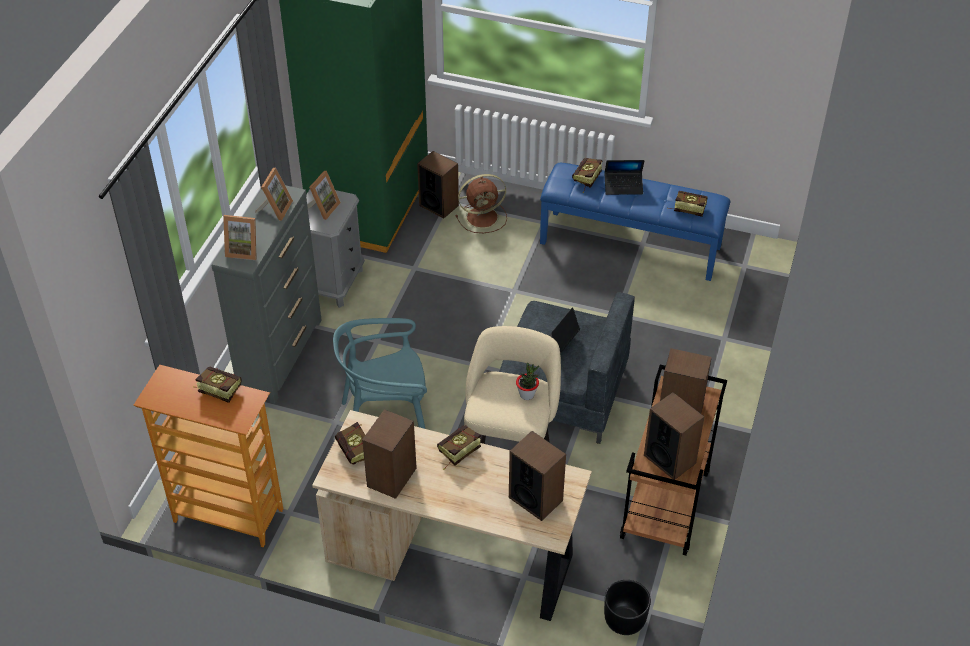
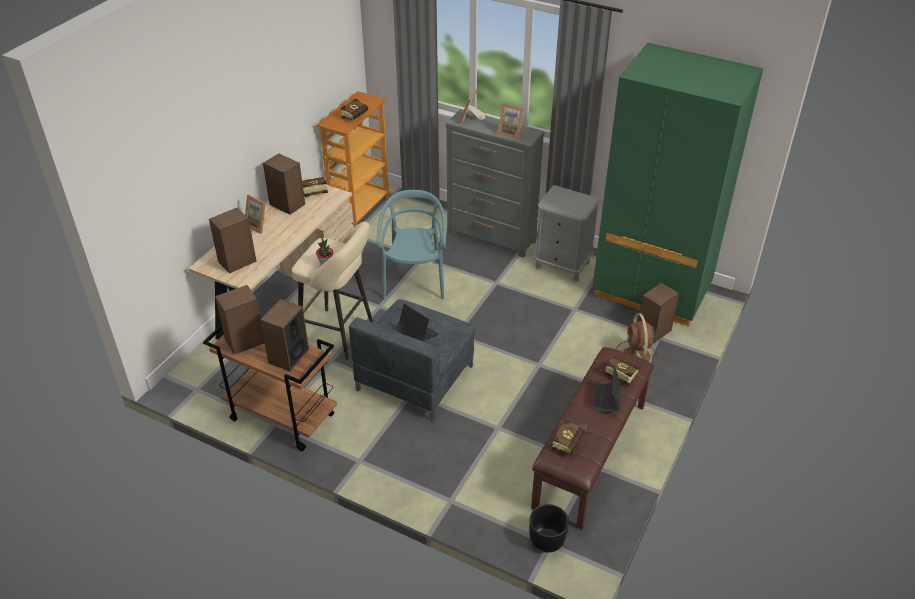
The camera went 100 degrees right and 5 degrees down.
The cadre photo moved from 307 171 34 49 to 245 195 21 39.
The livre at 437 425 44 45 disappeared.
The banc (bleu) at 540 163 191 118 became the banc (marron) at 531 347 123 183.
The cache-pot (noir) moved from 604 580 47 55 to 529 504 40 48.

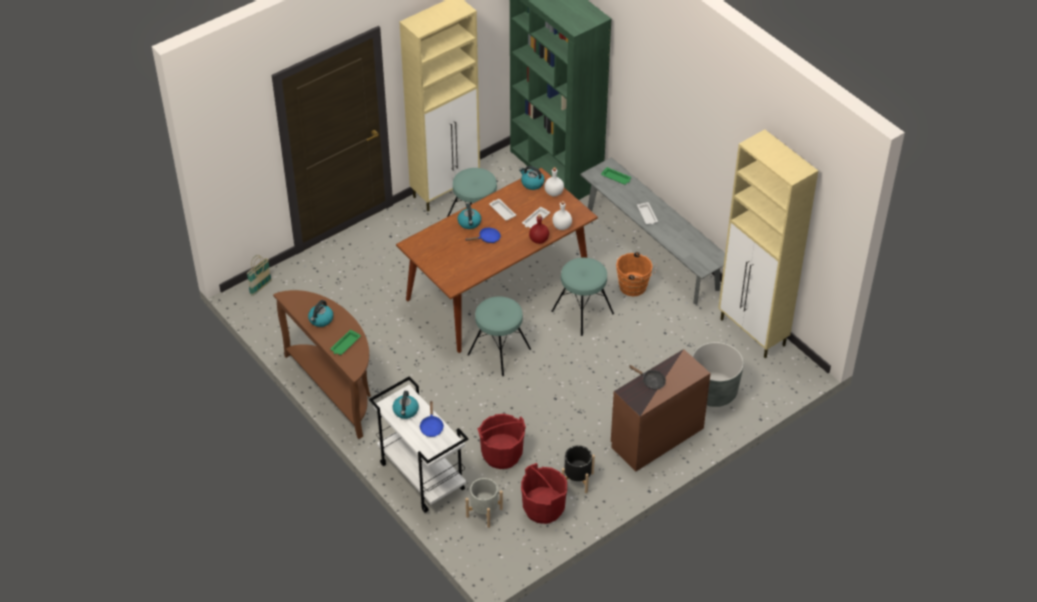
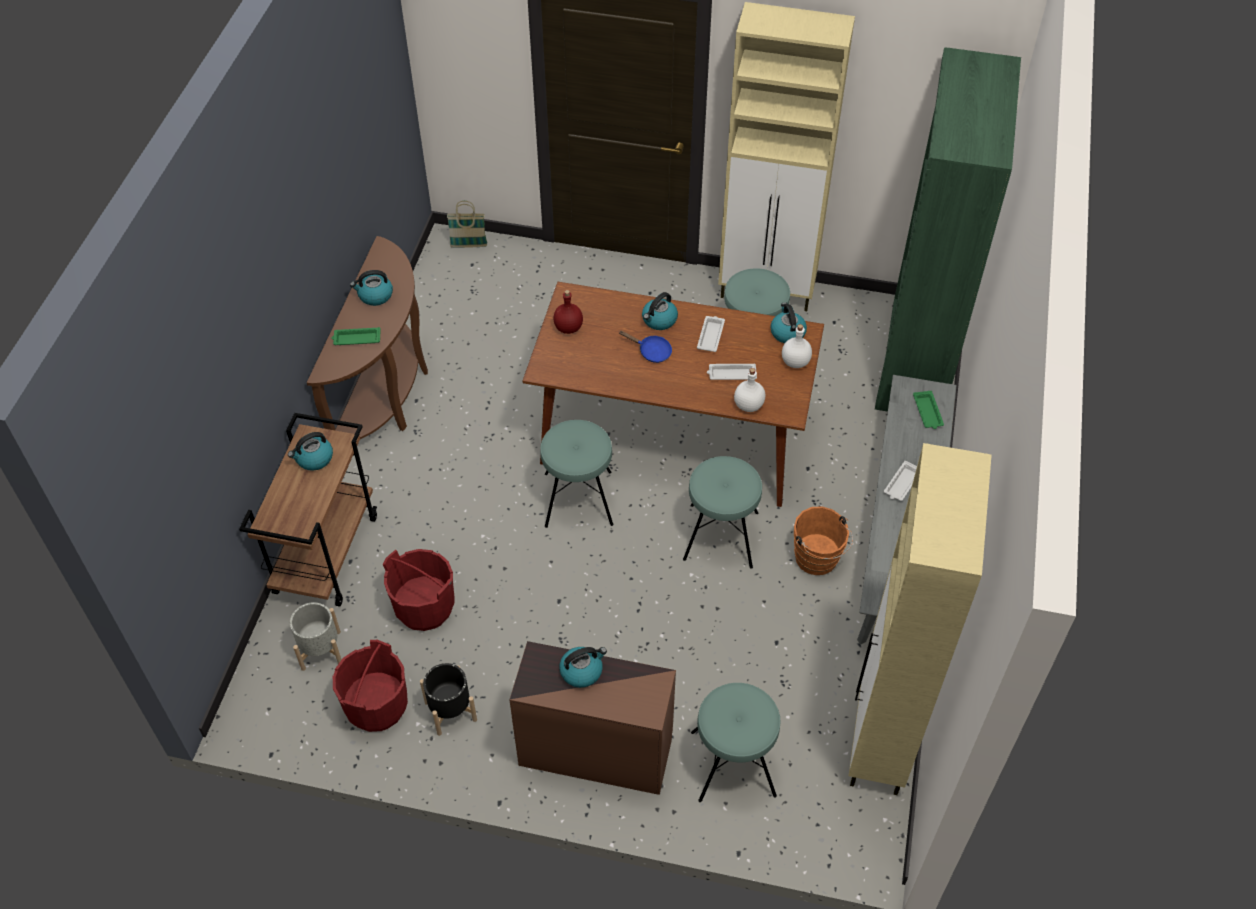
The camera went 50 degrees right and 5 degrees up.
The chariot (blanc) at 369 376 99 137 became the chariot (marron) at 239 413 138 194.
The poêle (bleu) at 419 401 25 36 disappeared.
The bouteille (rouge) moved from 529 214 20 30 to 553 290 30 44.
The poêle (noir) at 629 365 37 25 was replaced by the bouilloire at 559 647 48 41.
The cache-pot (gris) at 692 342 52 65 was replaced by the tabouret (turquoise) at 691 683 90 119.

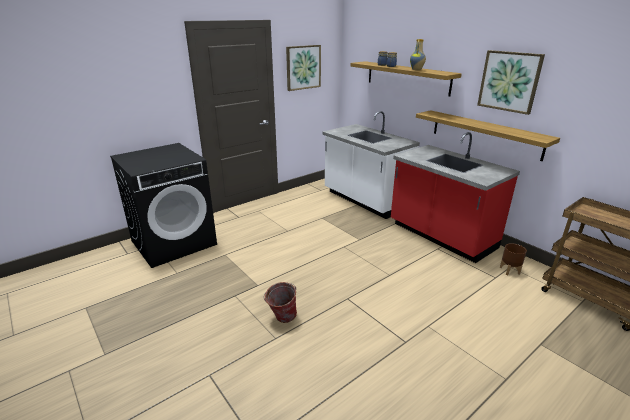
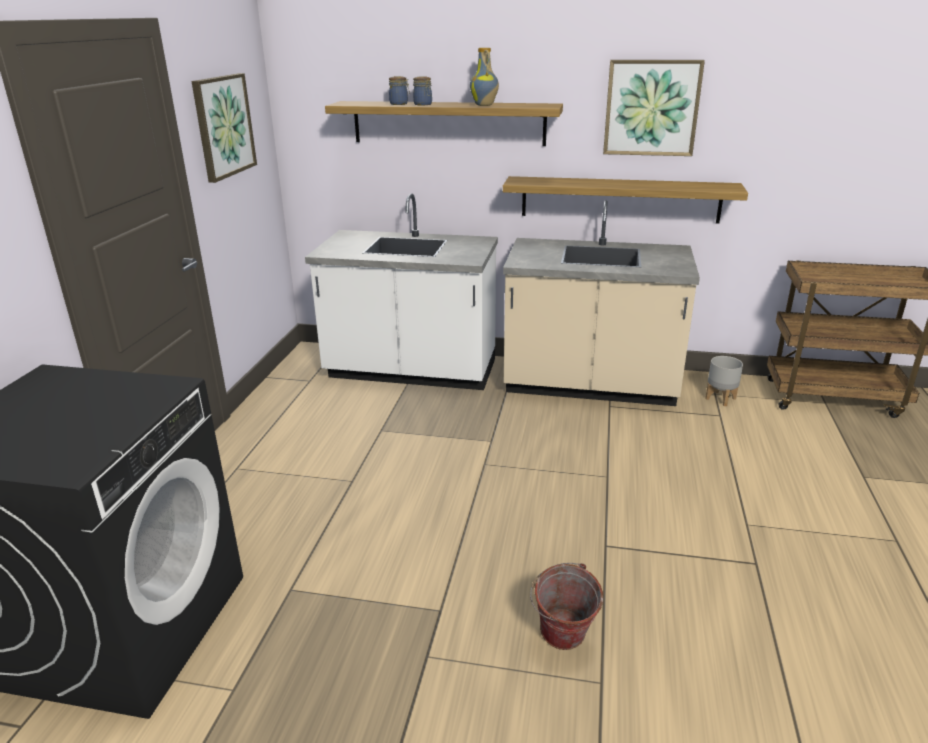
The camera went 40 degrees left and 0 degrees up.
The comptoir de cuisine (rouge) at 391 132 129 131 became the comptoir de cuisine (beige) at 503 200 197 206.
The cache-pot (marron) at 500 243 27 32 became the cache-pot (gris) at 705 356 38 50.

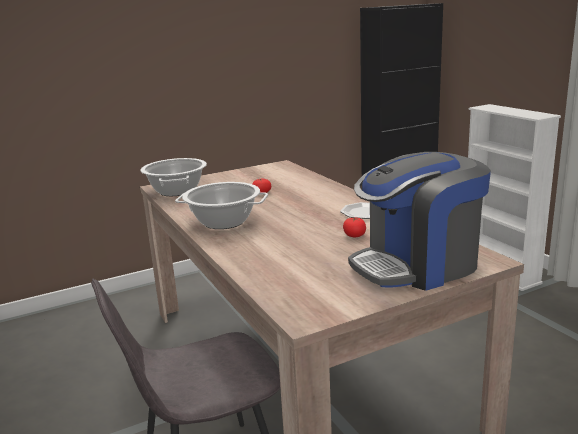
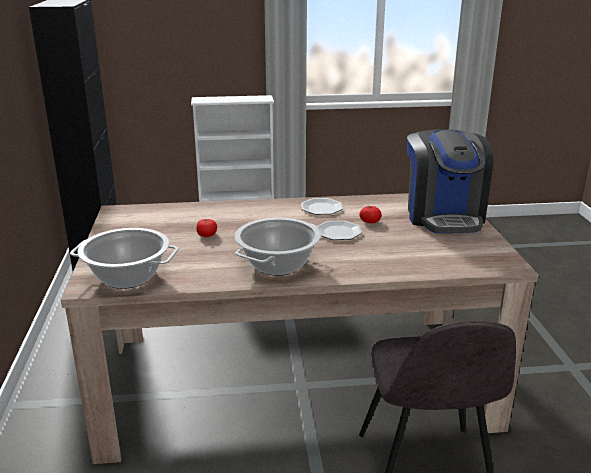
The camera went 70 degrees left and 5 degrees up.
The assiette at 317 220 45 20 appeared.

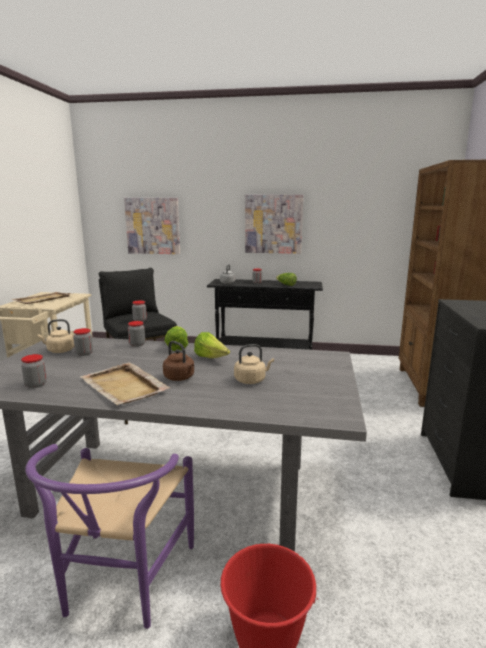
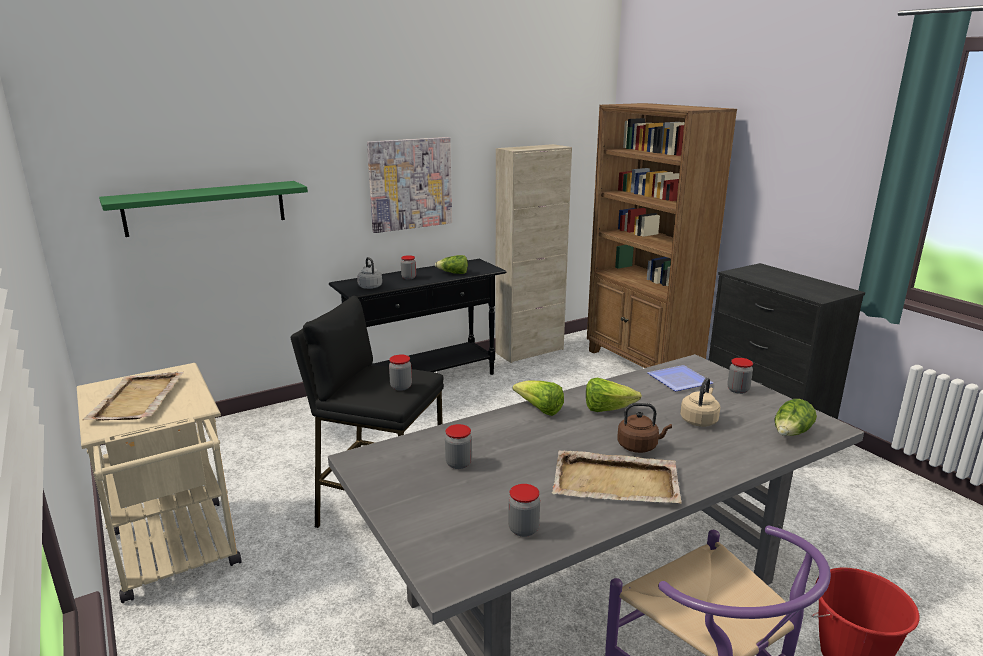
The camera went 40 degrees left and 5 degrees up.
The bouilloire (beige) at 38 319 36 34 disappeared.
The tableau at 124 198 56 56 was replaced by the étagère (vert) at 99 181 209 56.
The bocal moved from 128 321 17 26 to 727 358 26 36.
The meuble de rangement (beige) at 495 144 77 219 appeared.
The assiette at 647 365 66 26 appeared.
The laitue at 775 399 42 37 appeared.

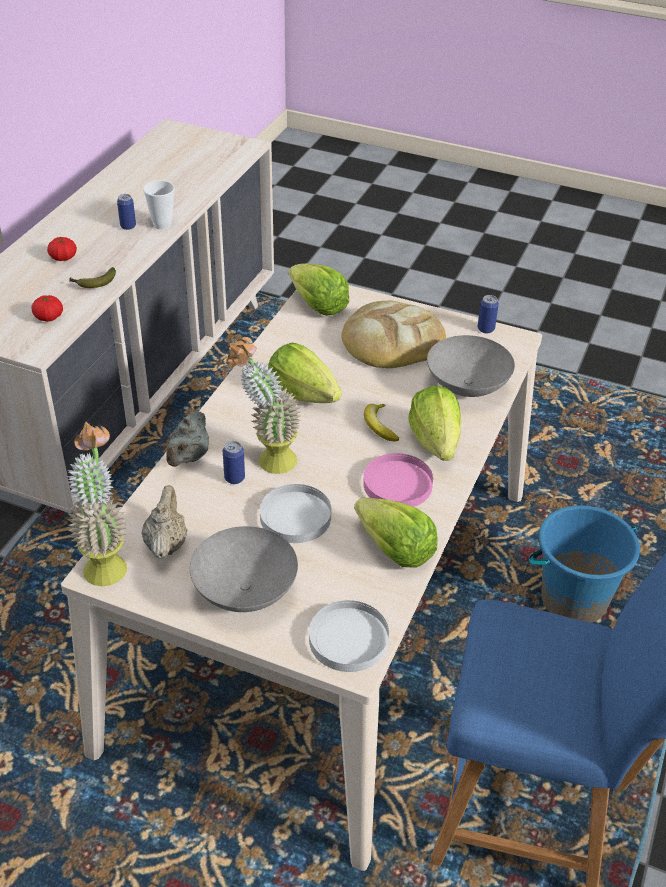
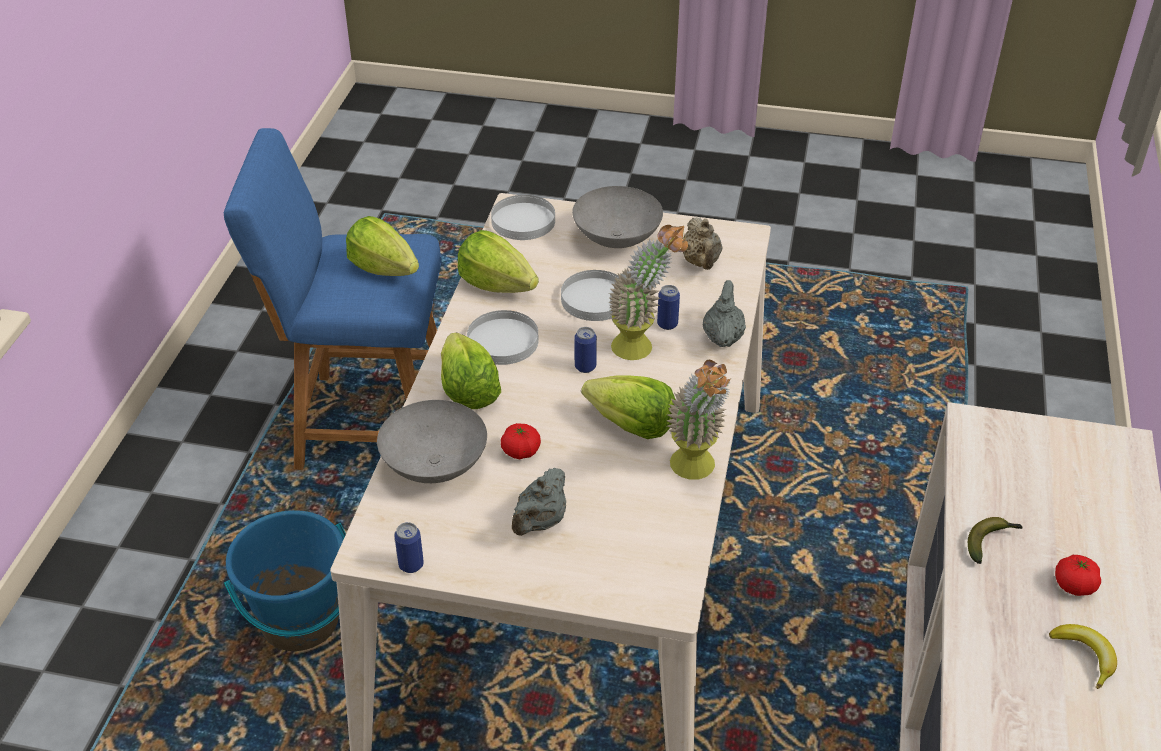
The camera went 170 degrees right and 0 degrees up.
The tomate moved from 31 295 32 27 to 501 423 40 36.
The plante en pot moved from 67 422 60 164 to 667 360 64 120.
The boîte métallique moved from 117 194 19 36 to 575 327 22 46.
The tasse at 143 181 32 49 disappeared.
The laitue moved from 289 263 60 53 to 346 216 73 60.
The pain at 342 301 104 67 was replaced by the théière (gris) at 512 468 54 68.
The assiette (rose) at 363 453 70 54 became the assiette (blanc) at 467 310 72 55.
The banane moved from 364 404 35 37 to 1049 624 68 65.

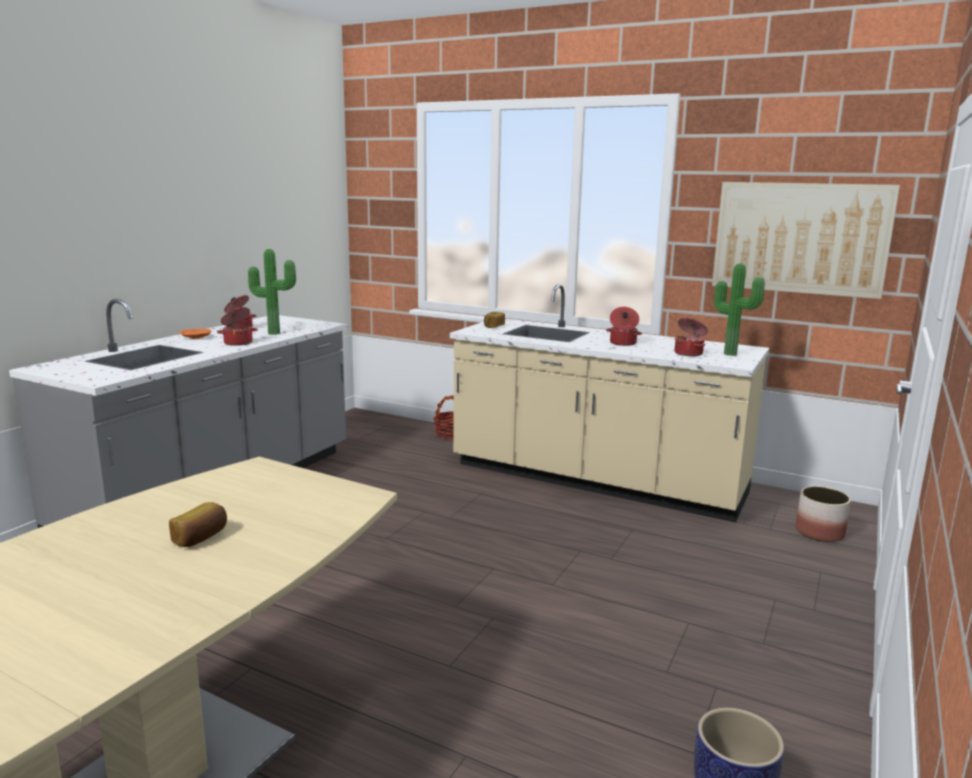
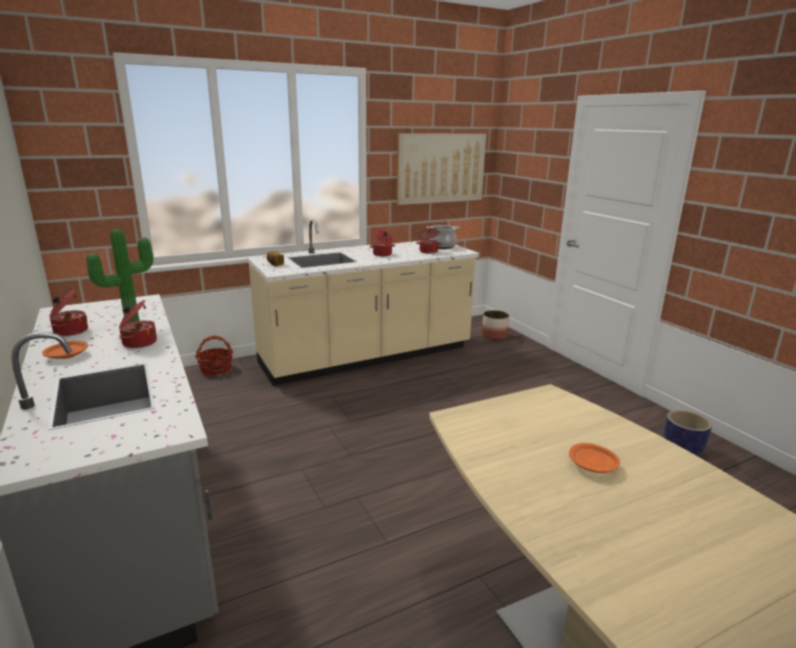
The camera went 55 degrees left and 5 degrees up.
The pain at 169 502 58 45 was replaced by the assiette (orange) at 569 443 51 30.
The plante en pot at 714 263 51 93 was replaced by the marmite at 427 225 32 24.

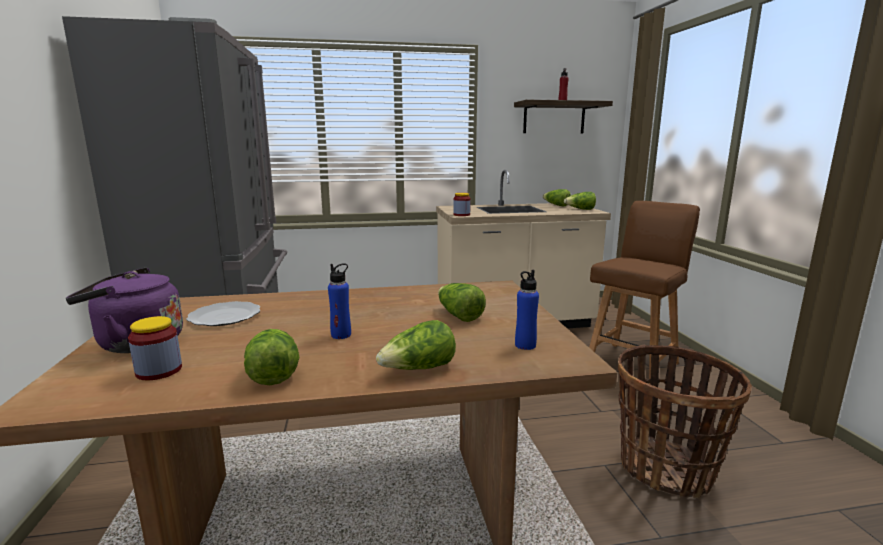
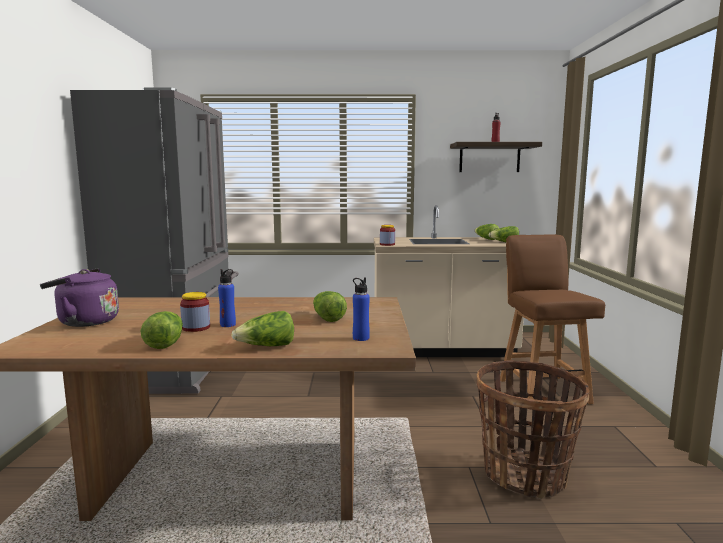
The camera went 10 degrees right and 5 degrees down.
The bocal moved from 128 316 54 64 to 180 292 30 40.
The assiette at 186 301 74 25 disappeared.
The chaise (marron) at 589 201 111 183 turned 60 degrees counterclockwise.

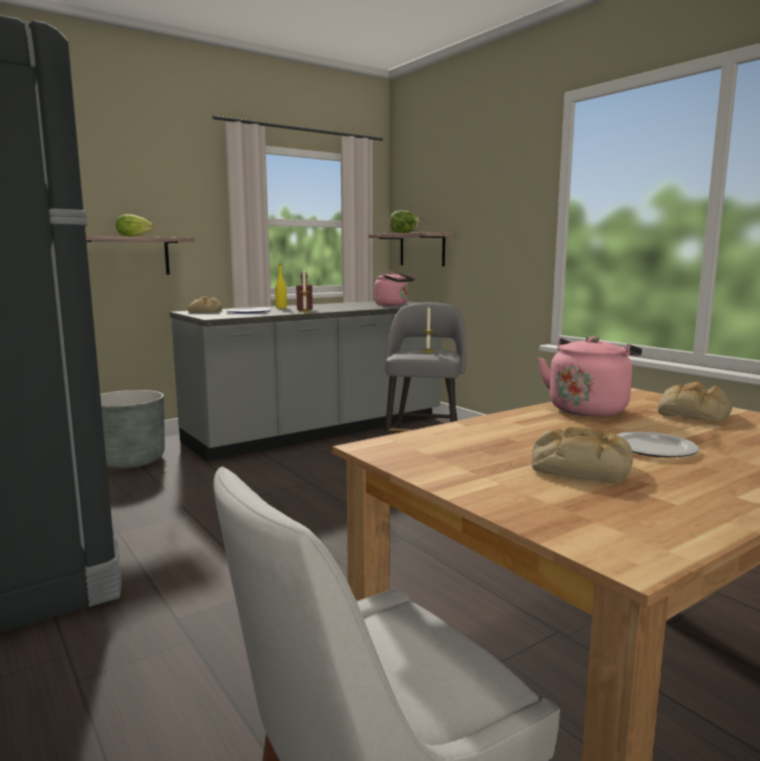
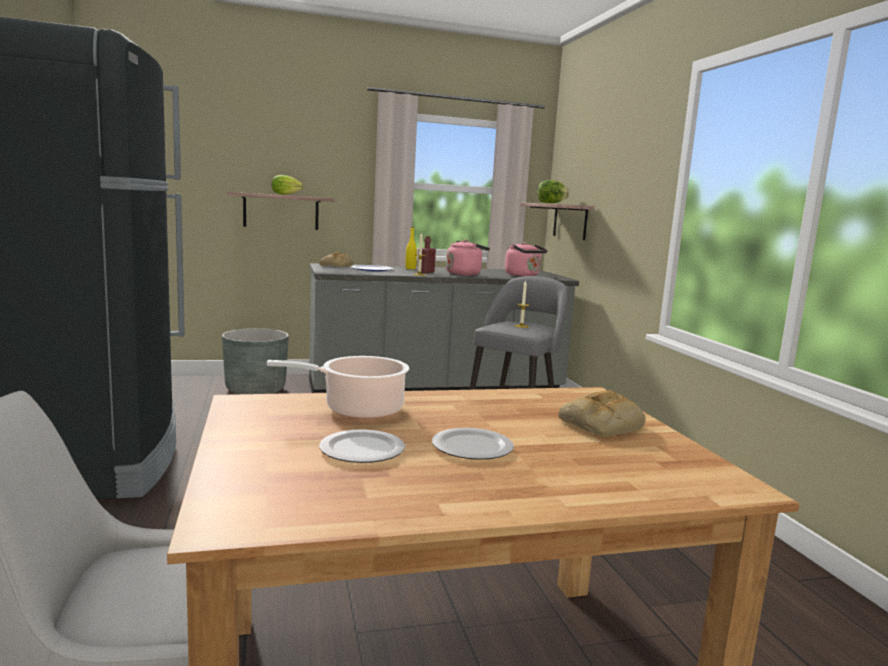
The camera went 20 degrees right and 0 degrees up.
The pain at 532 427 101 56 was replaced by the assiette at 319 430 86 33.
The bouilloire (rose) moved from 538 336 104 80 to 446 240 44 36.
The marmite at 267 356 142 63 appeared.

